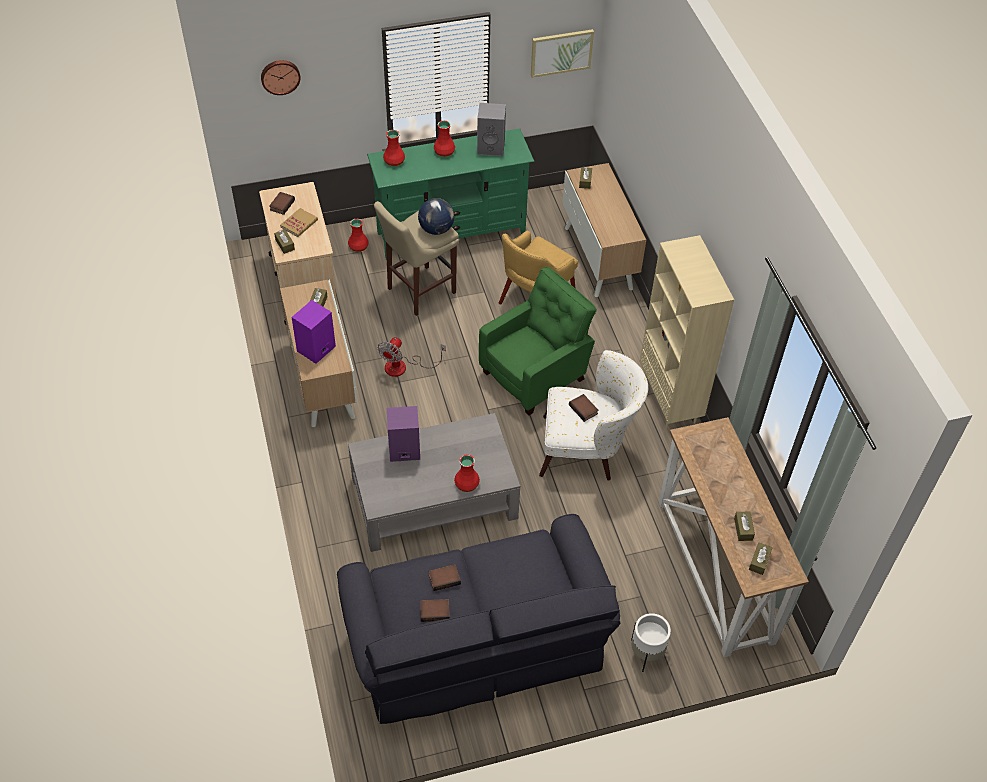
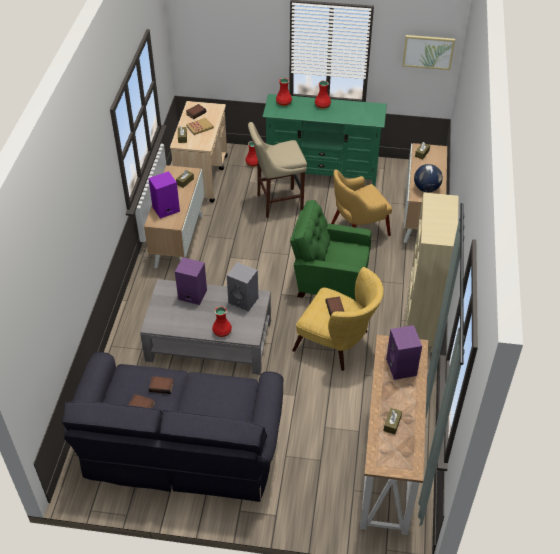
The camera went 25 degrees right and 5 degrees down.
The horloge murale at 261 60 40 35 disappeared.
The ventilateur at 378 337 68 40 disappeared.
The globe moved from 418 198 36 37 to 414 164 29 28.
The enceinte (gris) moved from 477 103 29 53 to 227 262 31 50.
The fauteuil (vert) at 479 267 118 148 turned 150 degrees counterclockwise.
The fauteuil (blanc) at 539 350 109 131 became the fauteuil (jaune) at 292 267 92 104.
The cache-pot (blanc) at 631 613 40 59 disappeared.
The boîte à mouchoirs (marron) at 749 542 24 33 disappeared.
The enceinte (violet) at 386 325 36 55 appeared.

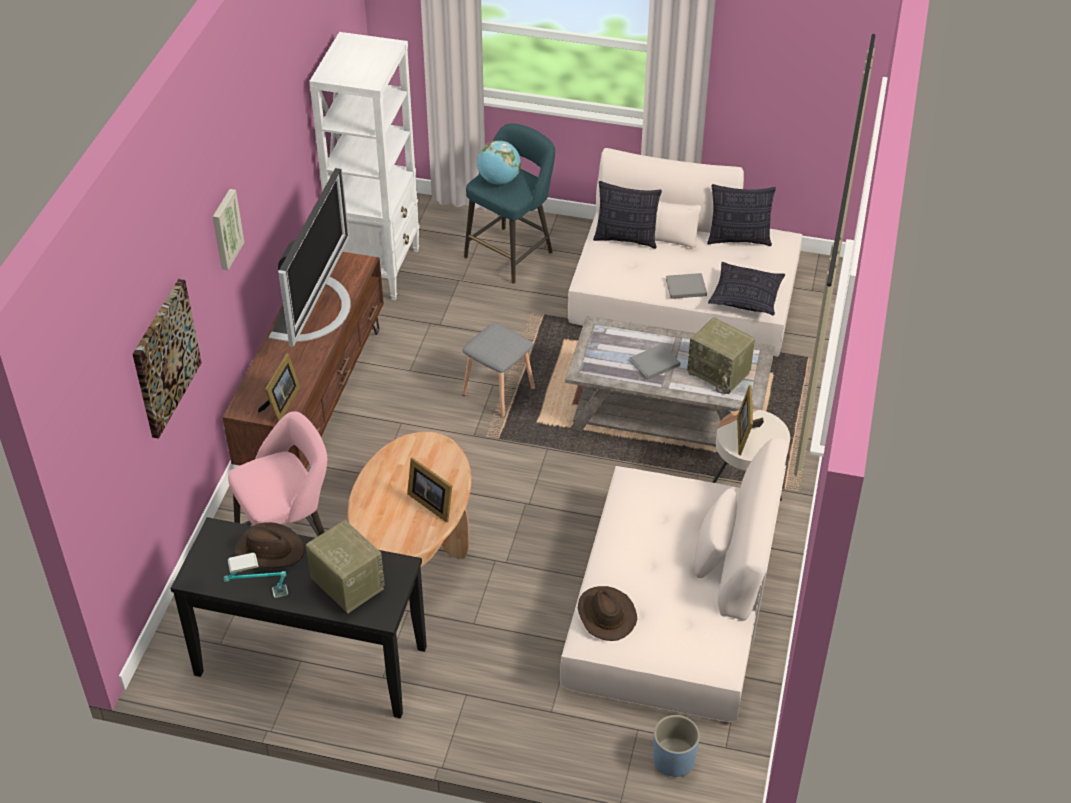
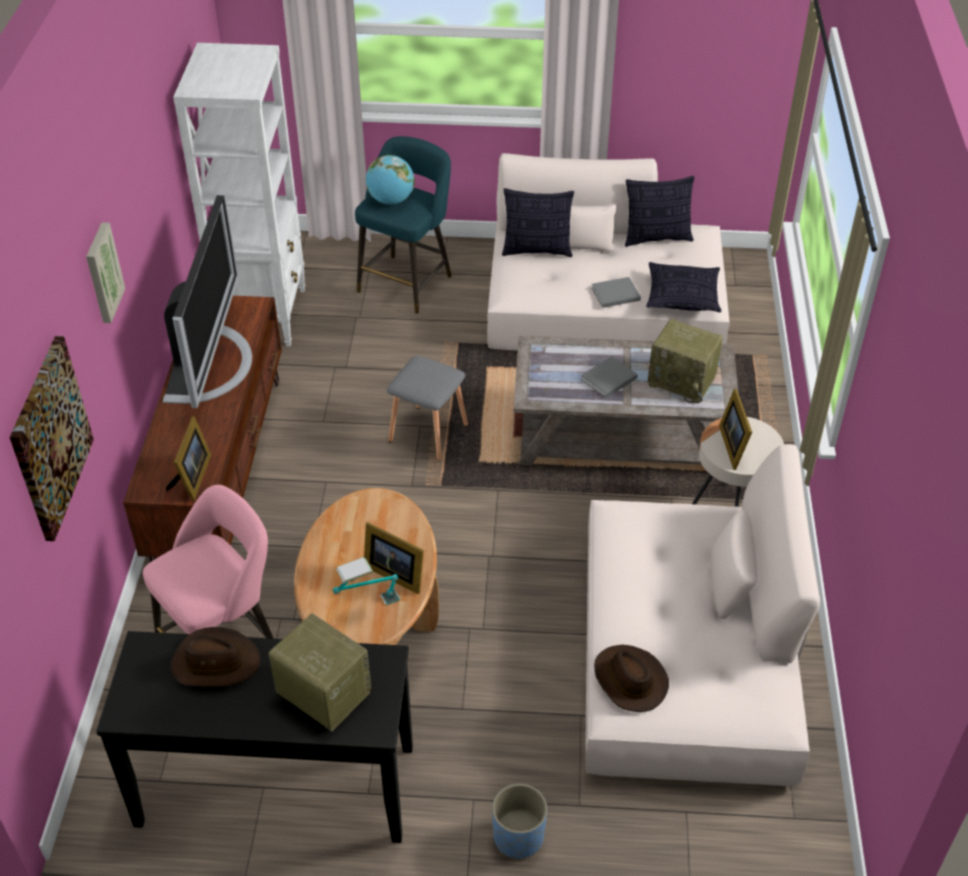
The camera went 10 degrees left and 0 degrees up.
The lampe de table moved from 223 552 65 46 to 333 557 67 48.
The cache-pot (bleu) moved from 653 715 47 62 to 492 784 55 74.

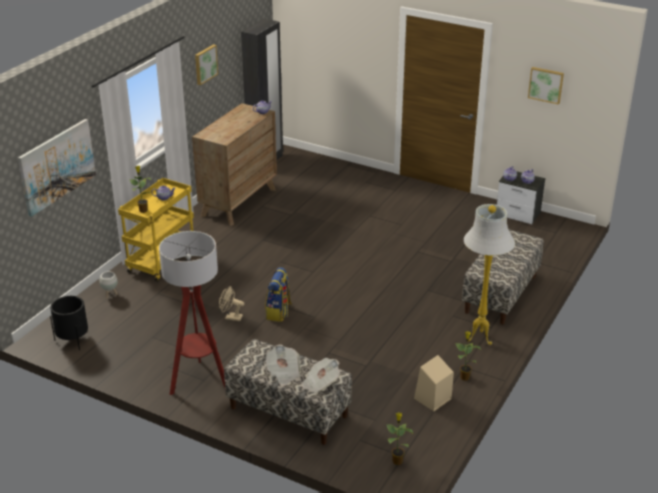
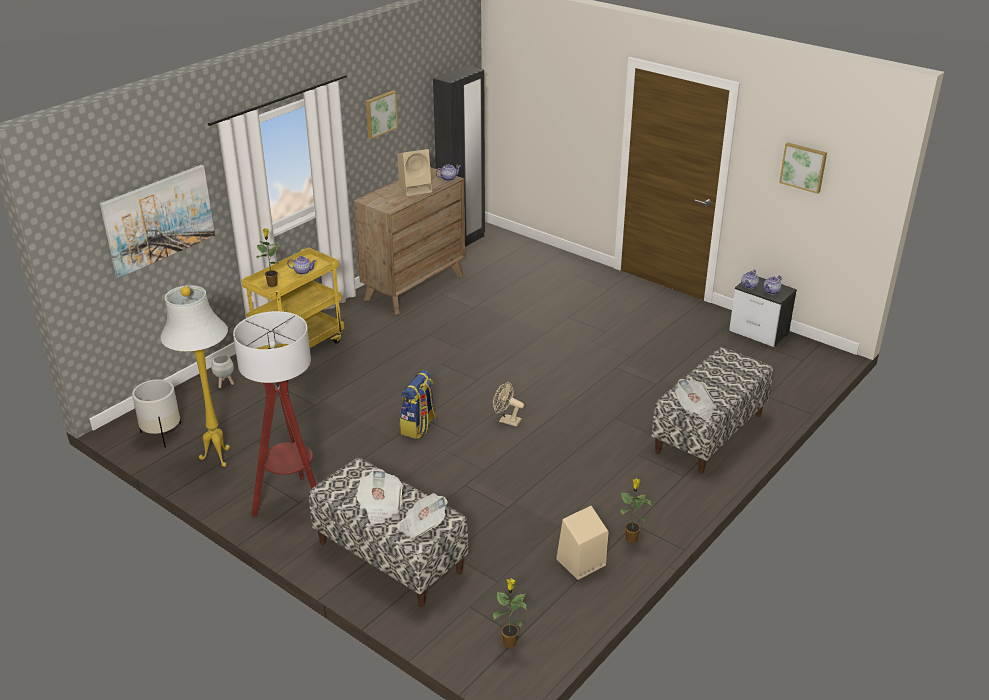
The camera went 10 degrees right and 0 degrees up.
The cache-pot (noir) at 50 296 38 54 became the cache-pot (blanc) at 132 379 49 69.
The ventilateur (beige) moved from 219 286 25 35 to 493 382 31 45.
The lampadaire (blanc) moved from 464 204 51 141 to 160 285 70 182.
The enceinte (beige) at 397 149 35 47 appeared.
The journal at 675 379 41 42 appeared.

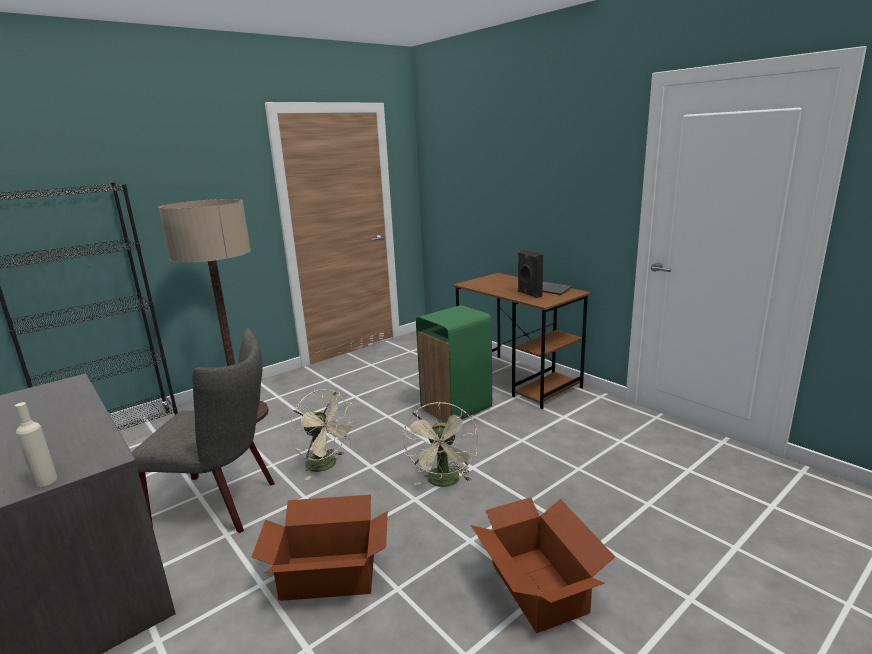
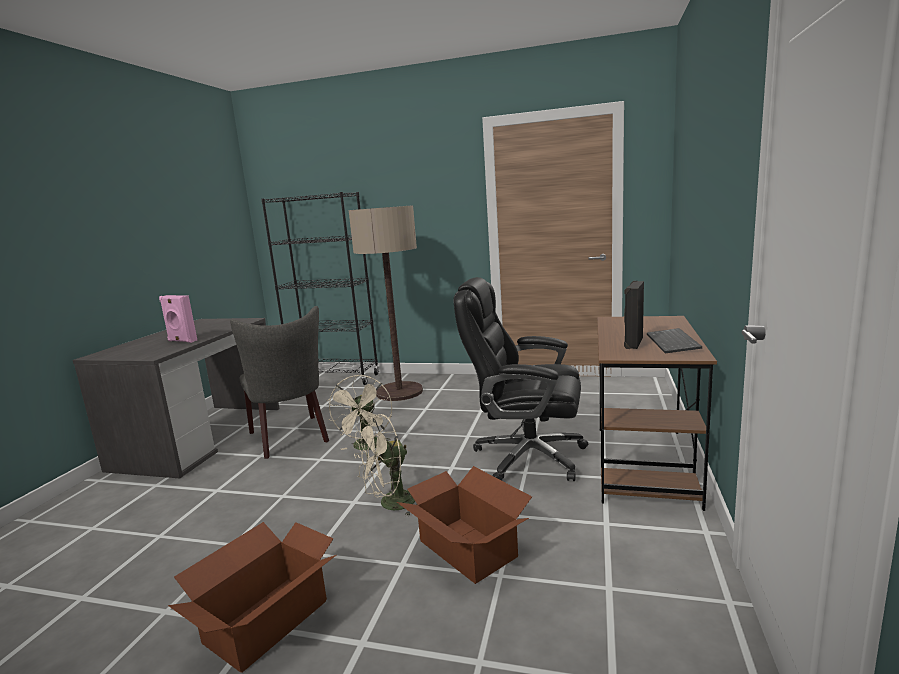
The camera went 55 degrees right and 5 degrees down.
The bouteille (beige) at 15 402 43 85 disappeared.
The carton moved from 252 495 136 106 to 397 466 135 118.
The poubelle (vert) at 416 305 76 118 was replaced by the chaise de bureau (noir) at 453 277 135 204.
The enceinte (rose) at 159 295 38 48 appeared.

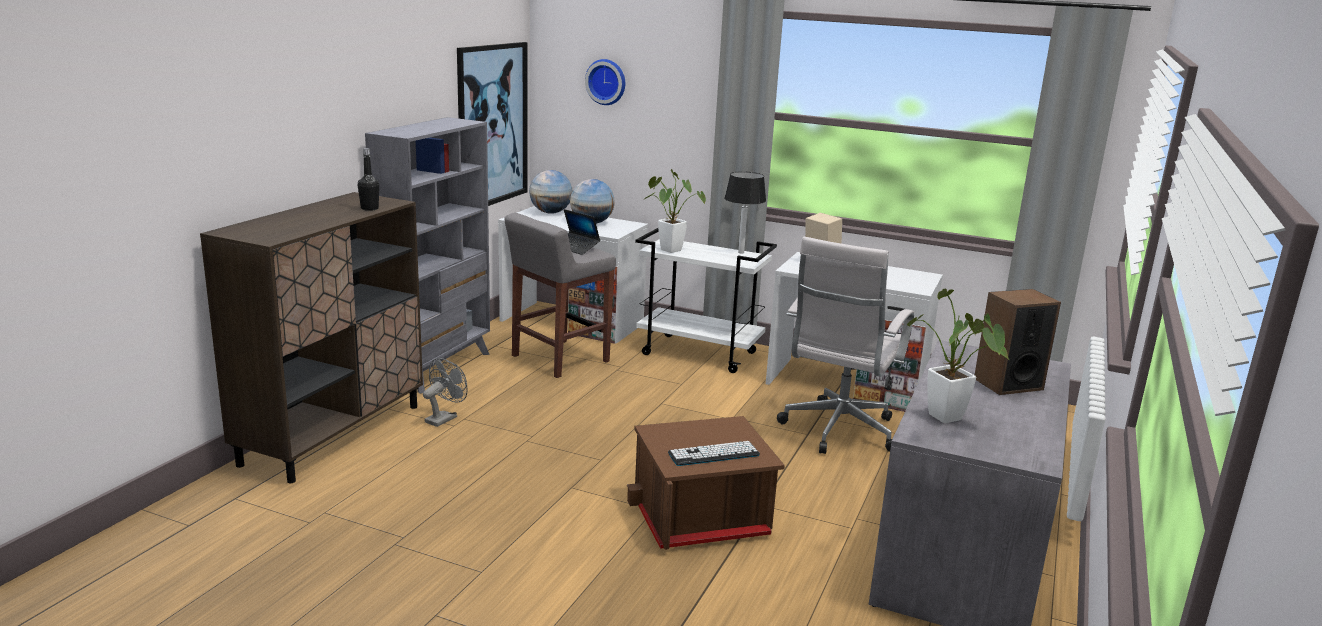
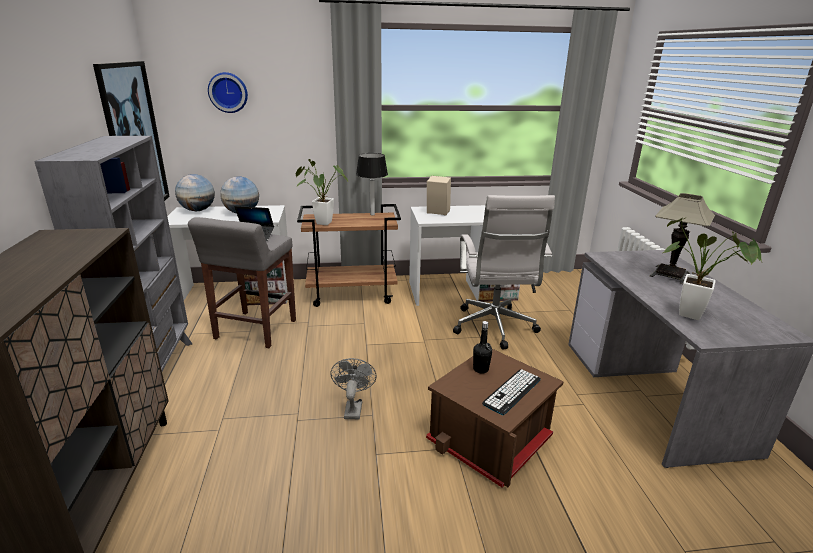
The camera went 30 degrees left and 5 degrees up.
The bouteille (noir) moved from 358 148 21 63 to 473 321 19 53.
The ventilateur (gris) moved from 423 358 45 69 to 330 358 47 61.
The chariot (blanc) at 635 228 142 145 became the chariot (marron) at 297 204 104 103.
The enceinte at 975 289 86 106 was replaced by the lampe de table at 650 193 65 91.

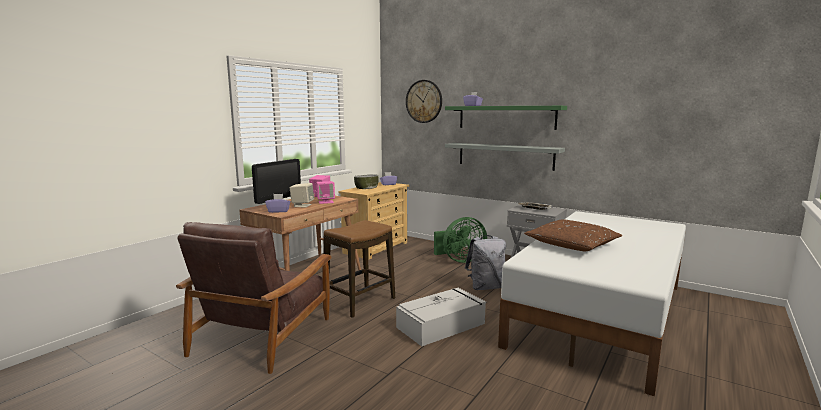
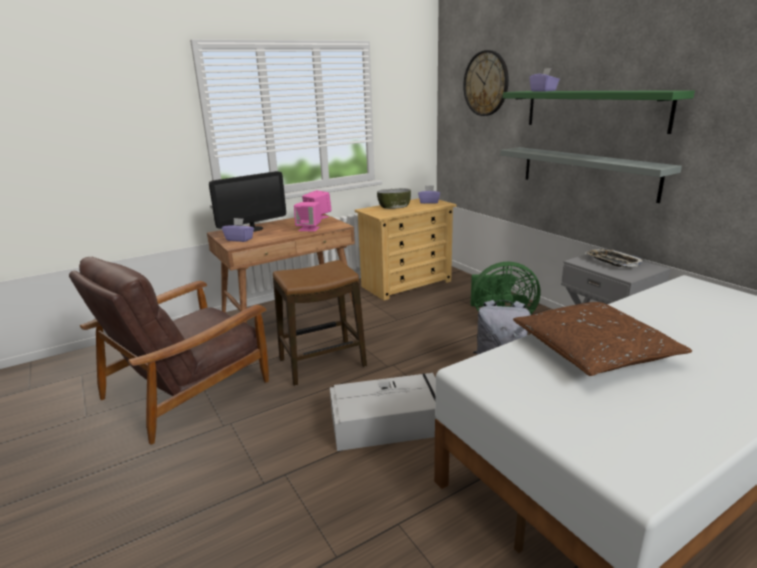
The camera went 25 degrees right and 10 degrees up.
The enceinte (beige) at 290 183 24 25 disappeared.

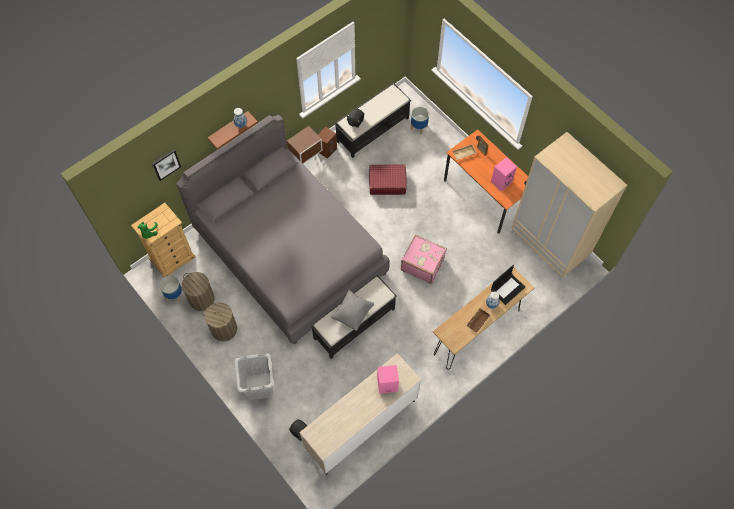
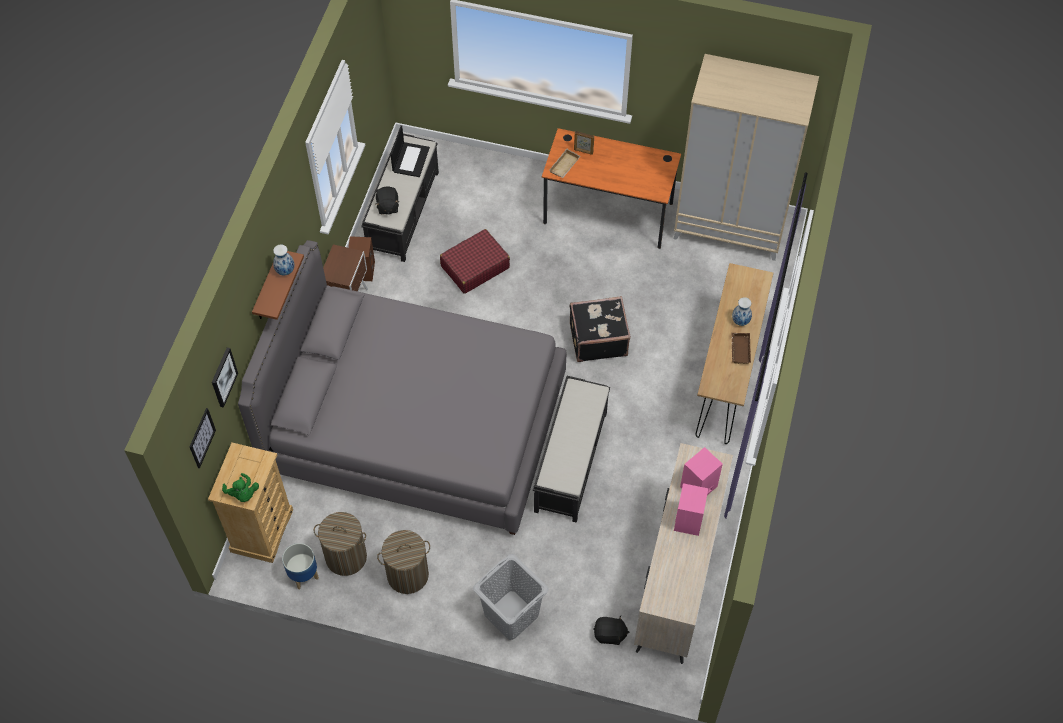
The camera went 35 degrees left and 5 degrees down.
The coussin (gris) at 331 290 43 41 disappeared.
The valise (rose) at 401 234 46 50 became the valise (noir) at 570 296 61 66.
The cache-pot at 411 107 18 28 disappeared.
The enceinte (rose) moved from 491 157 26 34 to 674 483 34 53.
The ordinateur portable moved from 491 265 34 40 to 390 125 40 52.
The tableau at 190 408 26 61 appeared.

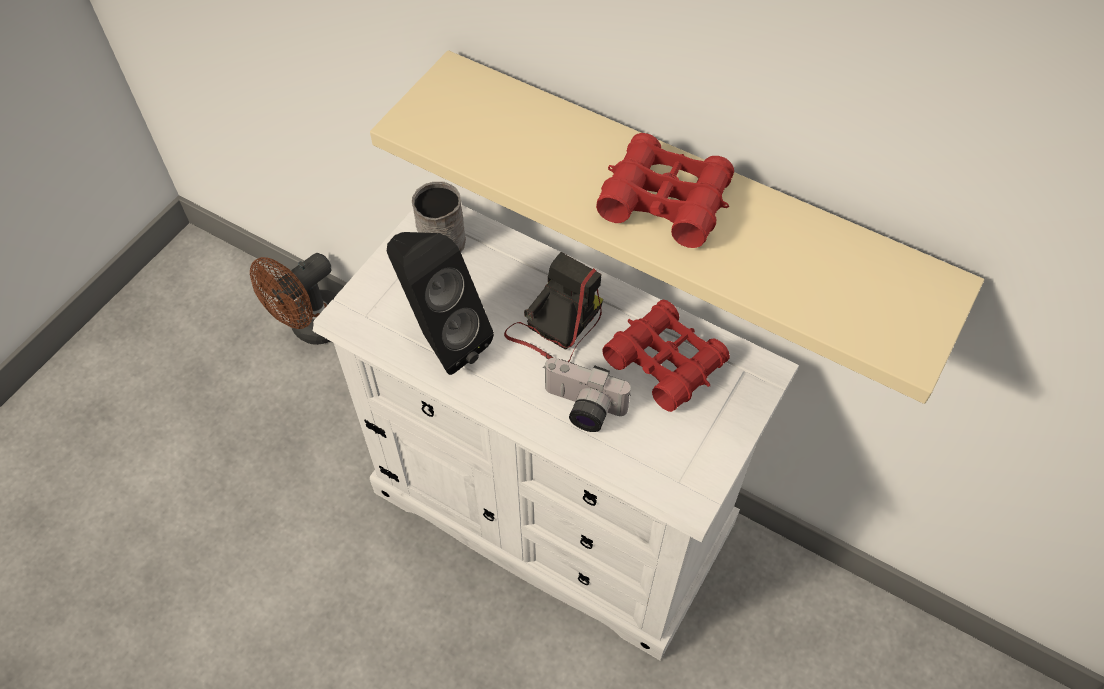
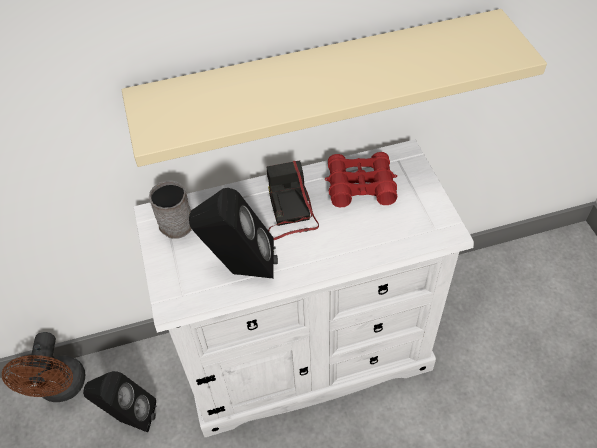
The camera went 45 degrees left and 5 degrees down.
The appareil photo at 544 358 87 74 disappeared.
The jumelles (rouge) at 596 133 138 115 disappeared.
The enceinte (noir) at 83 371 73 61 appeared.

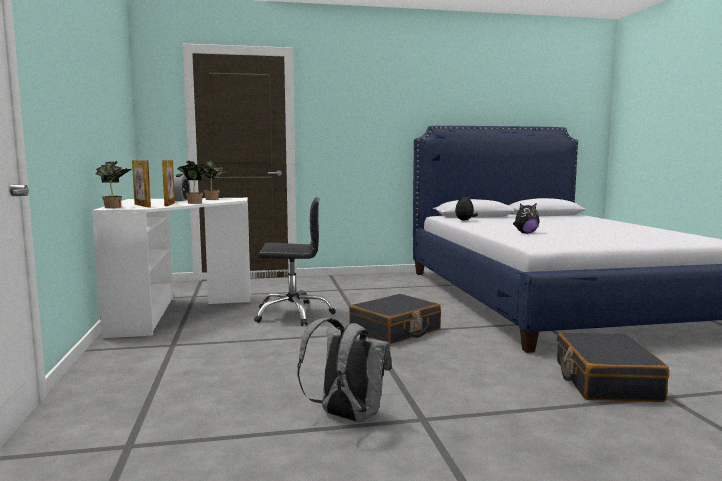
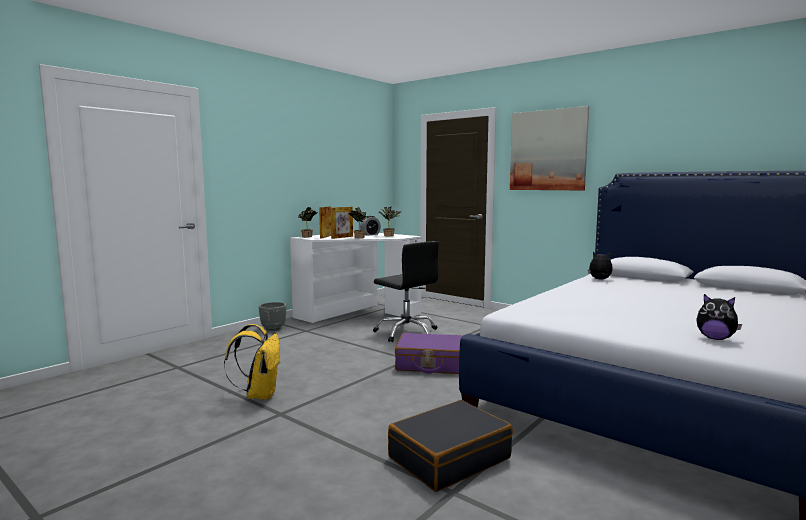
The camera went 50 degrees right and 0 degrees up.
The sac à dos (gris) at 297 318 95 104 became the sac à dos (jaune) at 224 324 57 76.
The valise (noir) at 349 294 92 50 became the valise (violet) at 395 333 67 41.
The peluche moved from 513 203 26 31 to 696 294 46 46.
The cache-pot (gris) at 259 302 27 29 appeared.
The tableau at 510 106 79 84 appeared.

